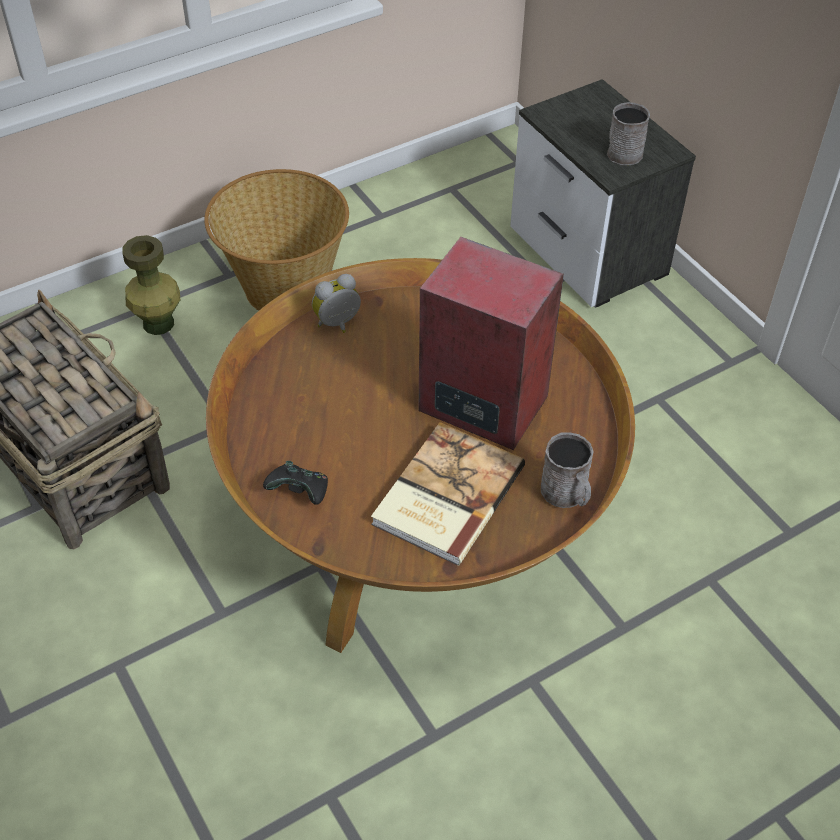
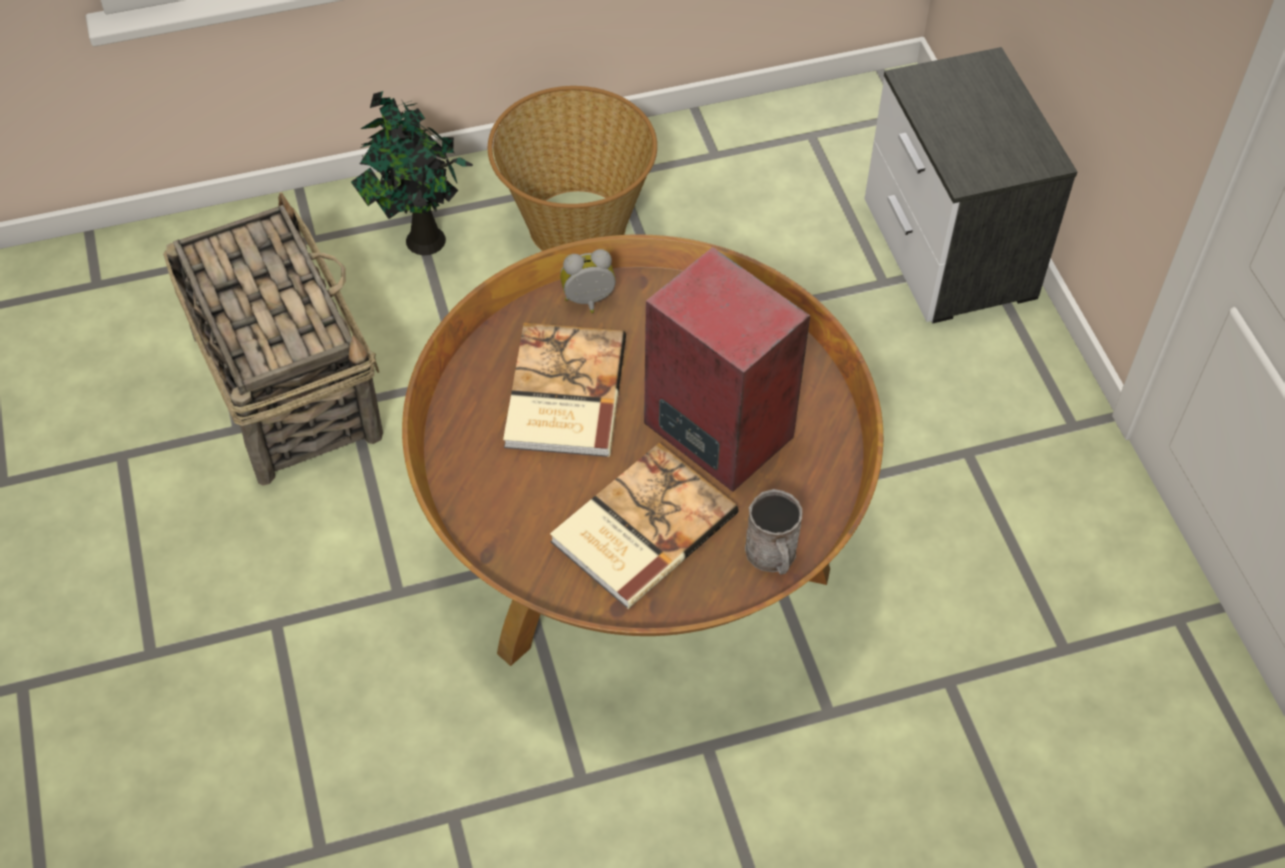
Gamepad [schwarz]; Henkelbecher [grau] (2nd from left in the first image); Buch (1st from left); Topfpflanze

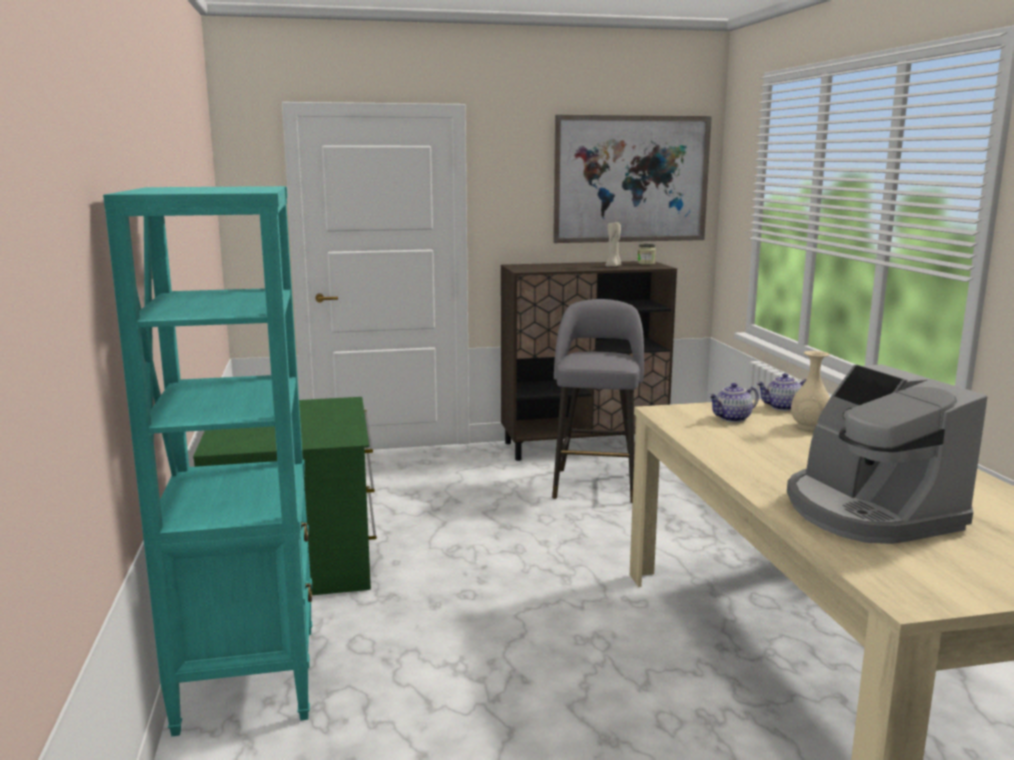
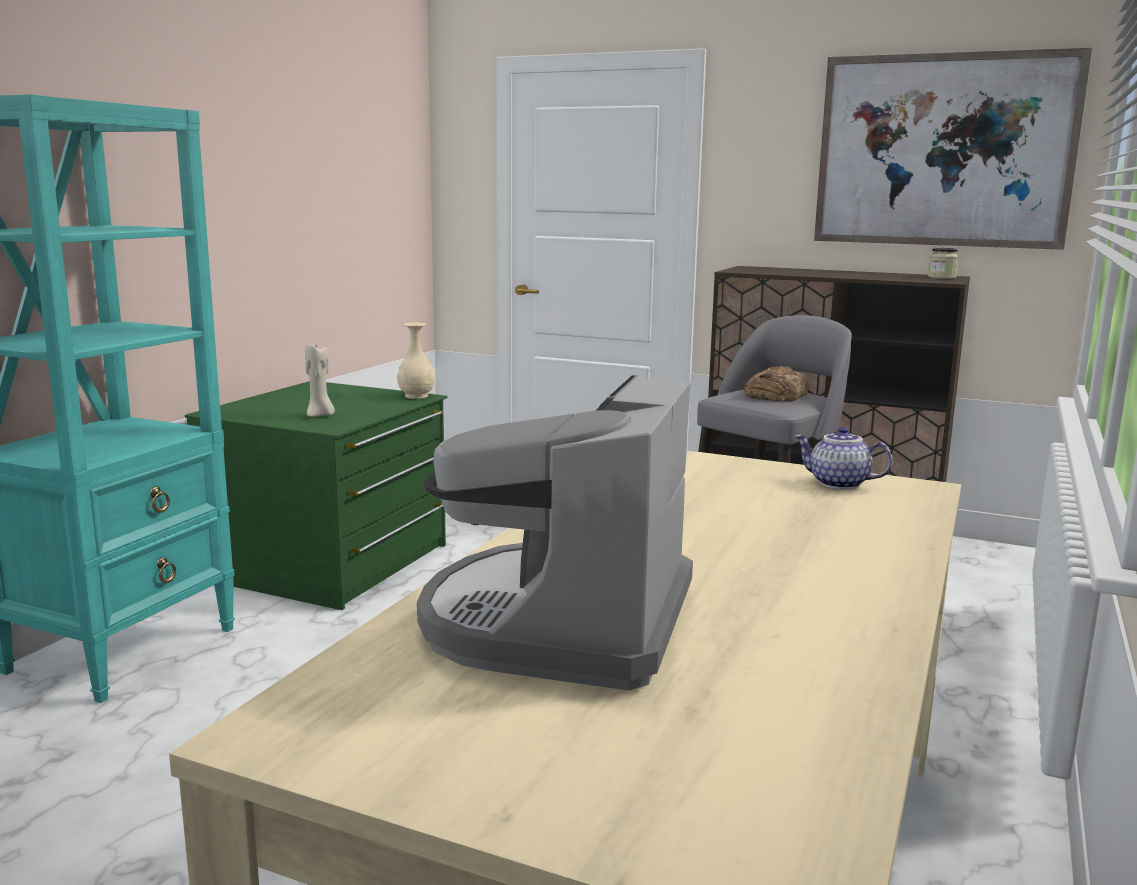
Teekanne (1st from left in the first image); Brot; Kerze [beige]; Vase [beige]

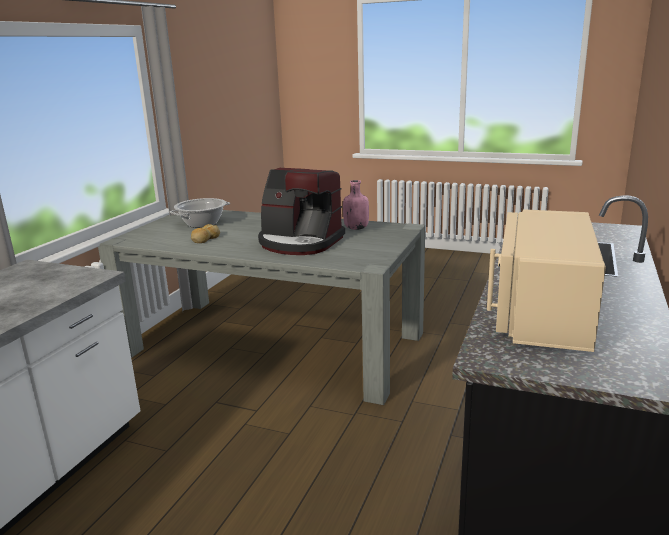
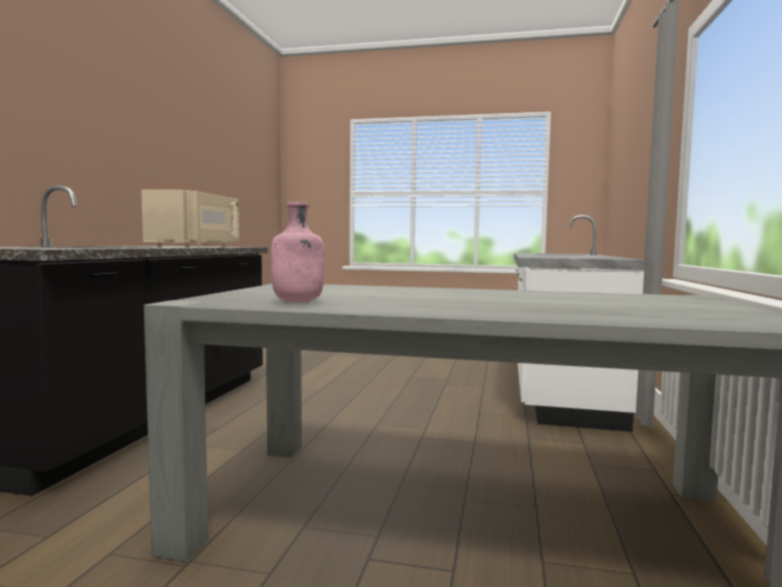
Kochtopf; Brot; Kaffeemaschine

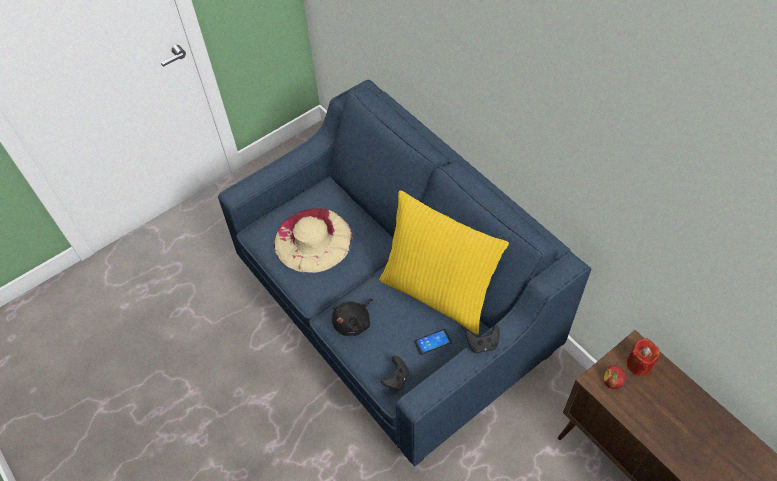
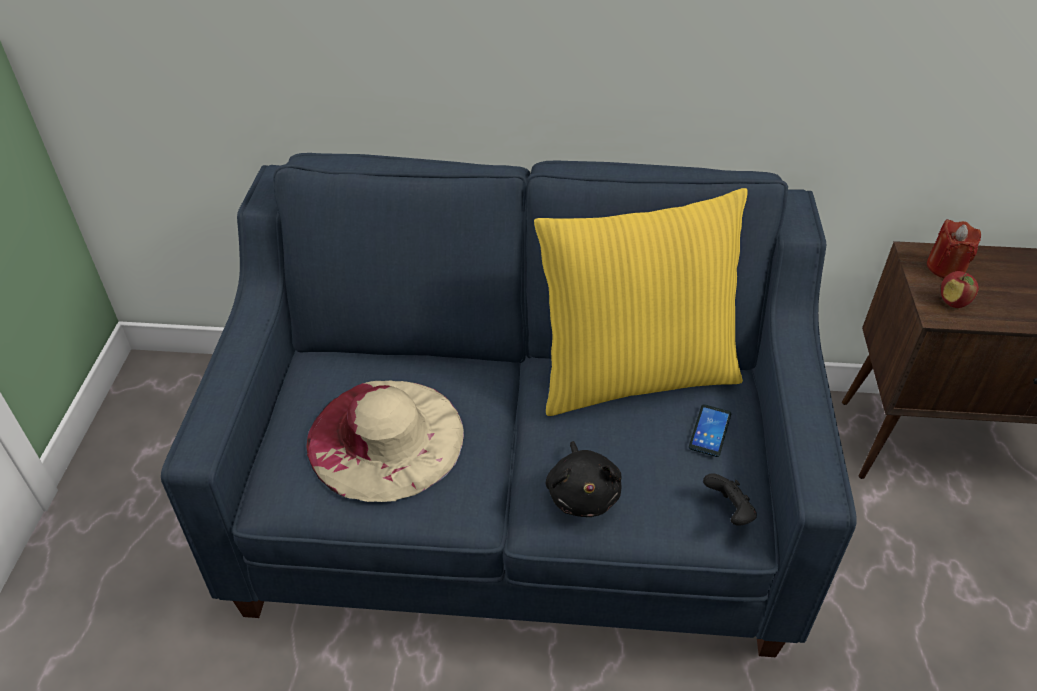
Gamepad [schwarz] (2nd from left in the first image)

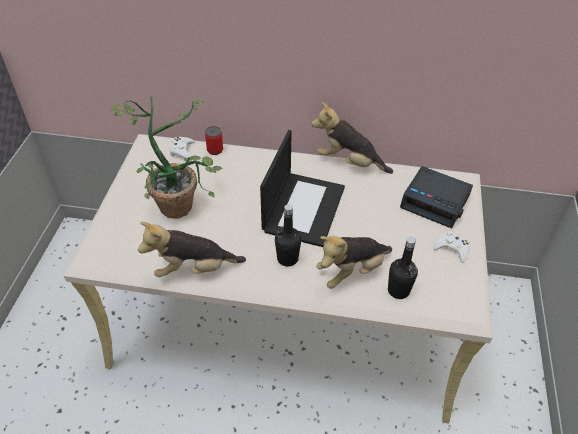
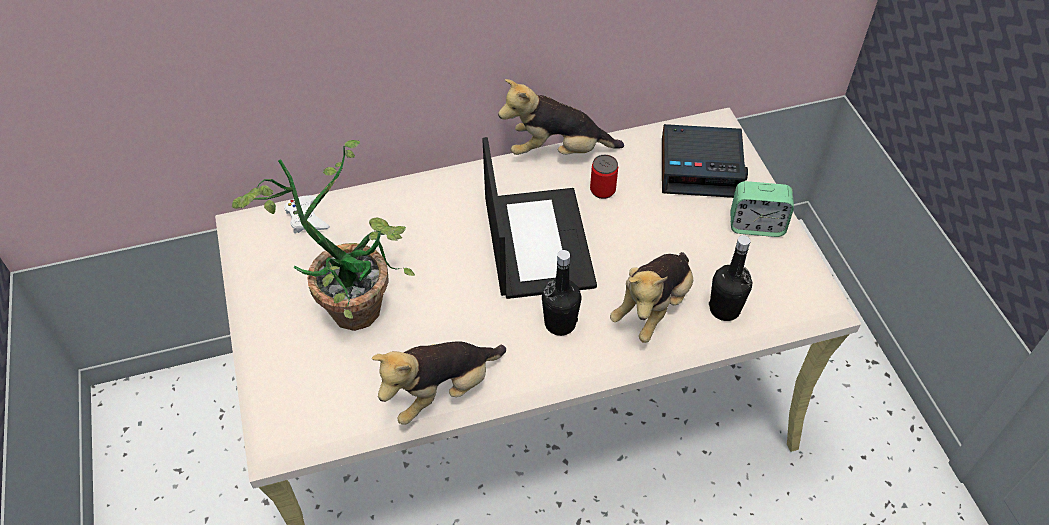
Dose; Wecker (2nd from left)

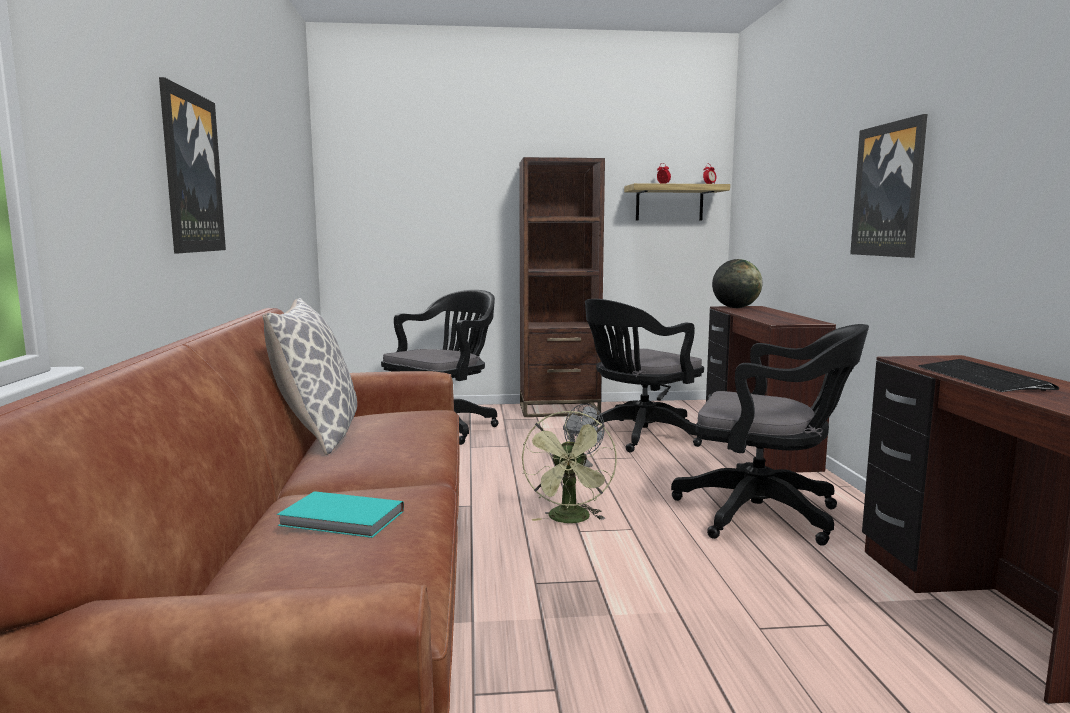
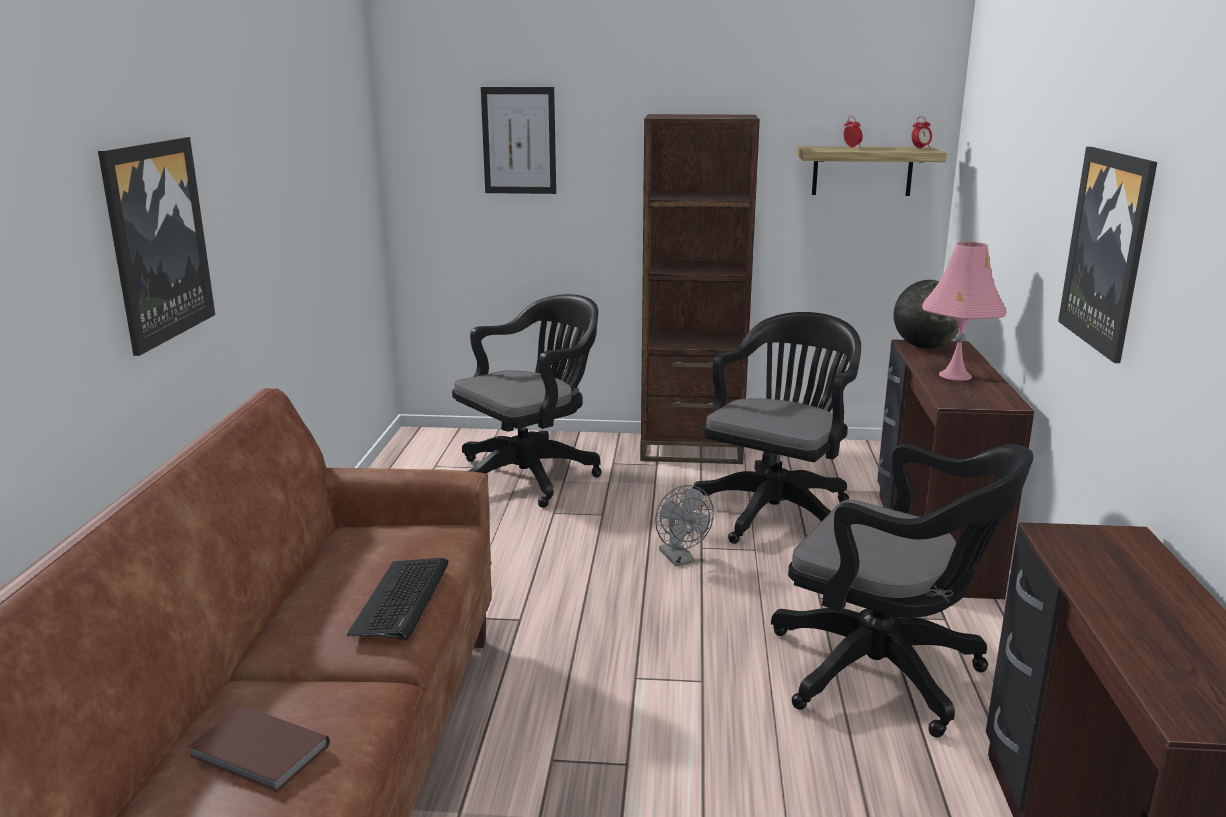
Kissen; Ventilator [grün]; Bild (2nd from left); Tischlampe [rosa]; Tastatur; Buch [braun]; Bürostuhl [schwarz] (2nd from left)

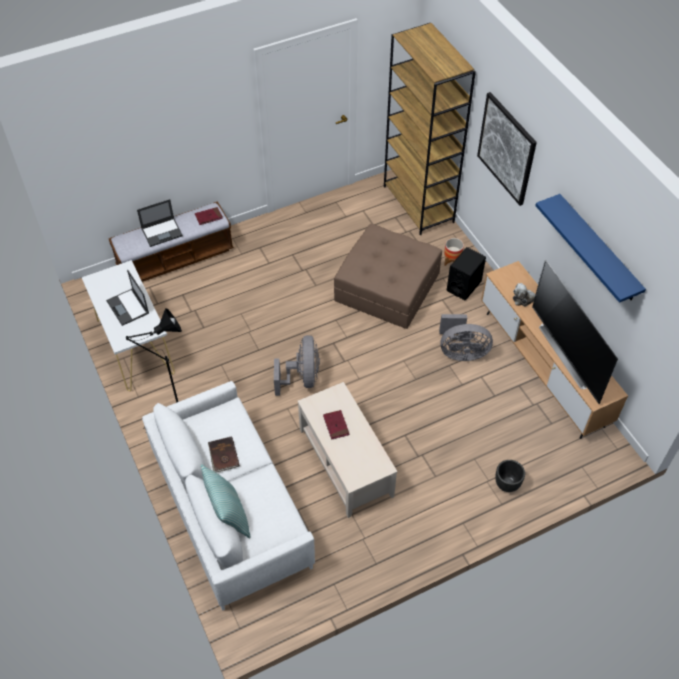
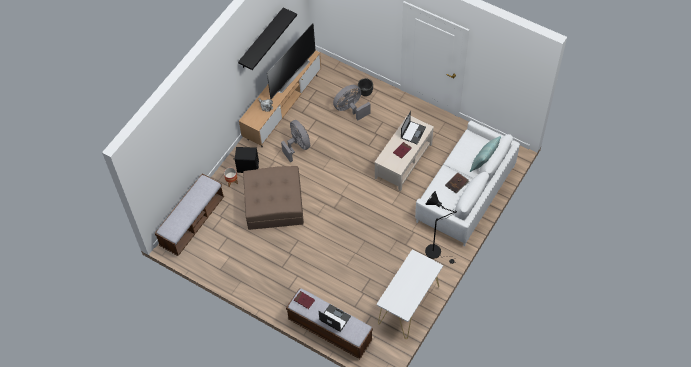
Bild; Laptop (2nd from left); Ventilator [grau] (2nd from left); Bank (1st from left); Wandregal [schwarz]

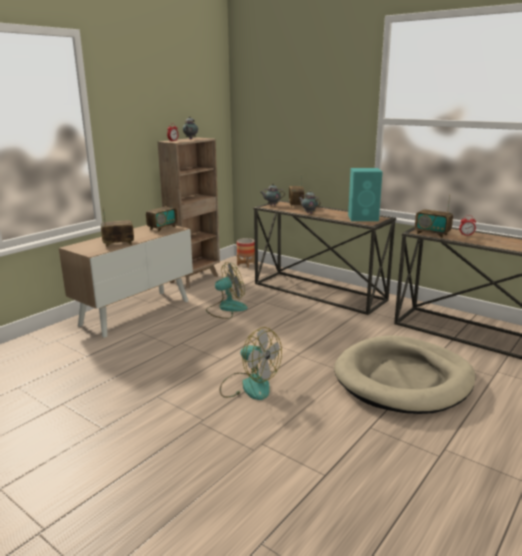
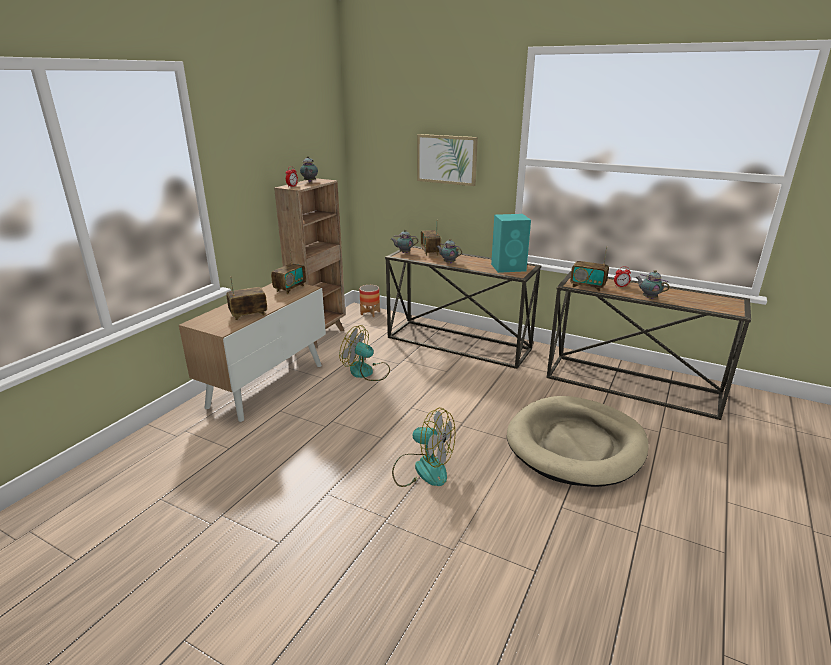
Bild; Teekanne (4th from left); Ventilator (1st from left)

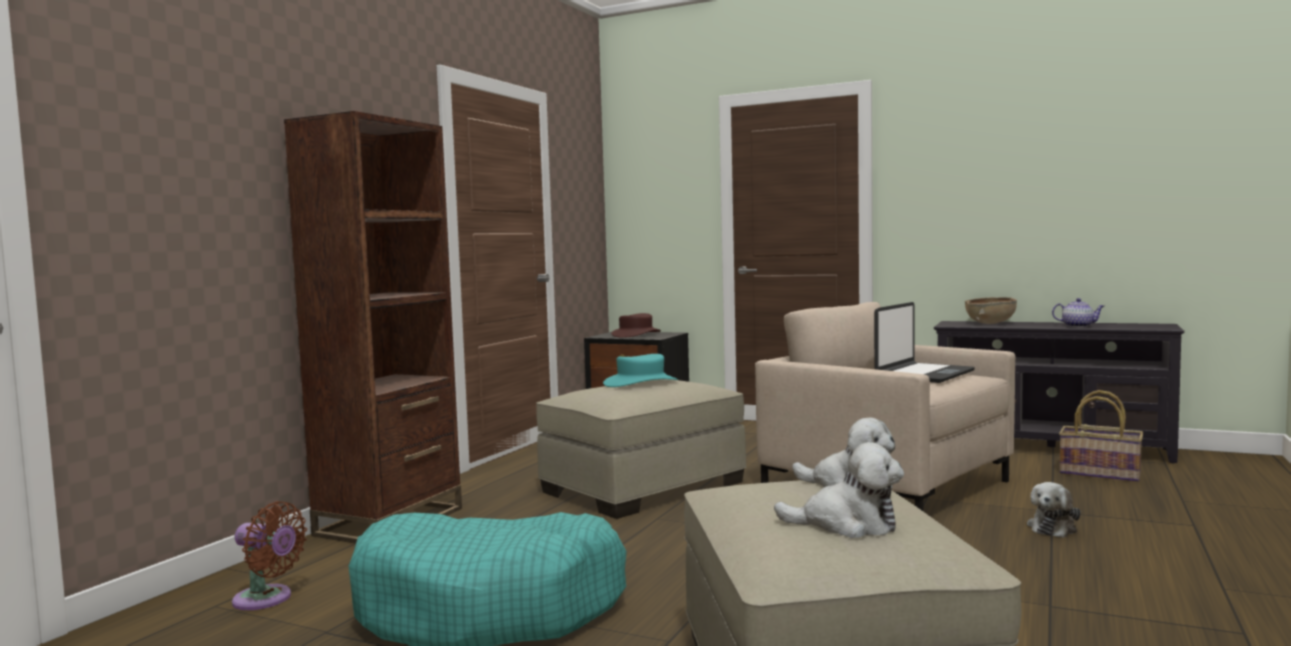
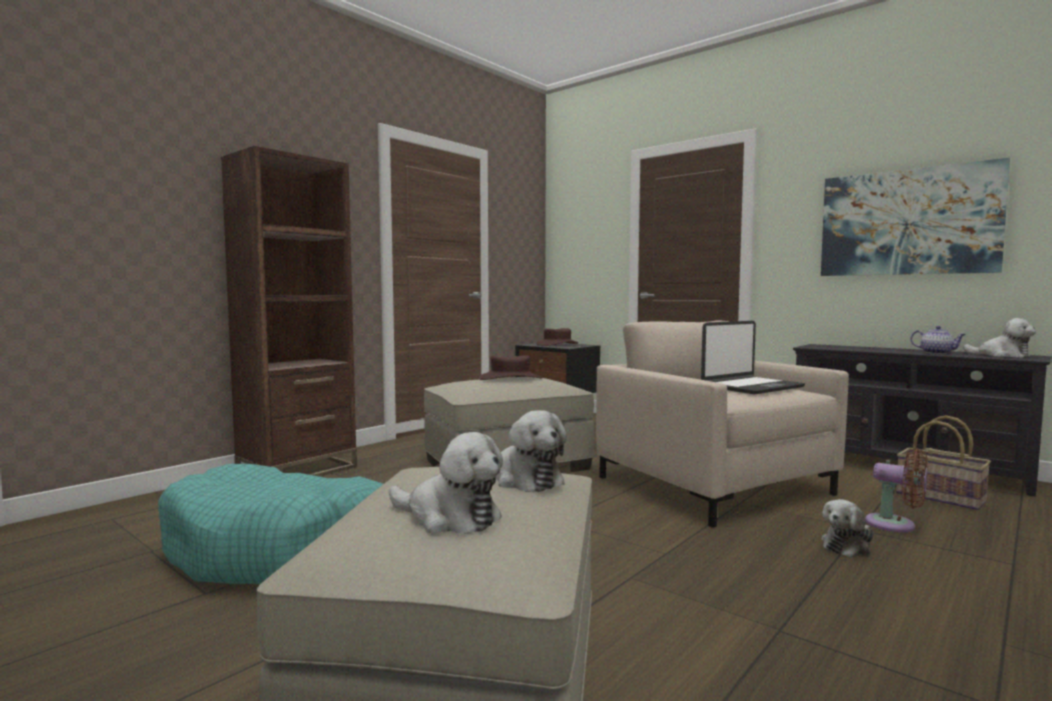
Schüssel [braun]; Bild; Plüschtier (4th from left); Ventilator [braun]; Hut [braun] (1st from left)

